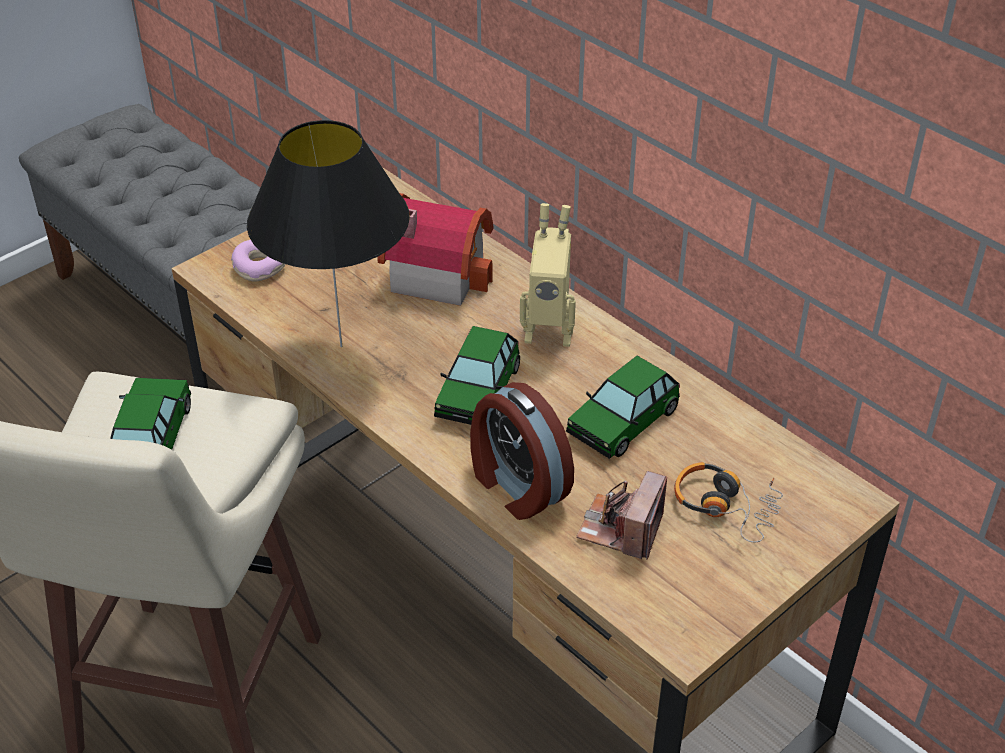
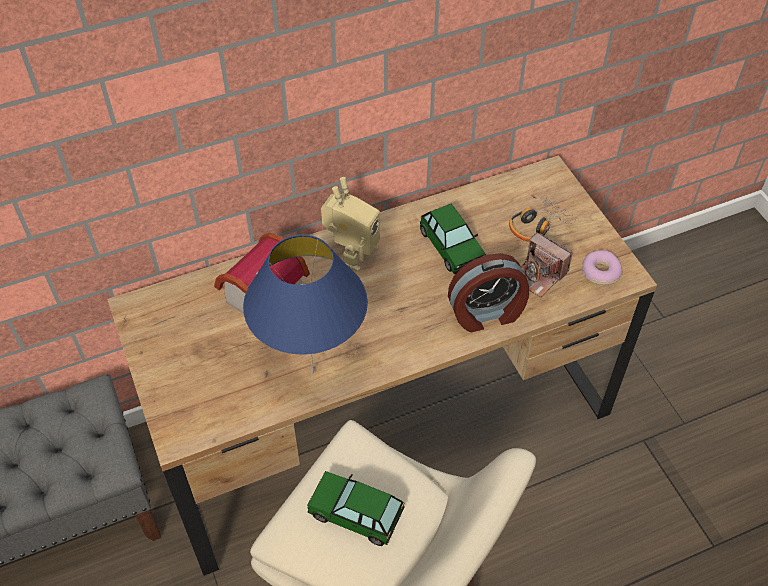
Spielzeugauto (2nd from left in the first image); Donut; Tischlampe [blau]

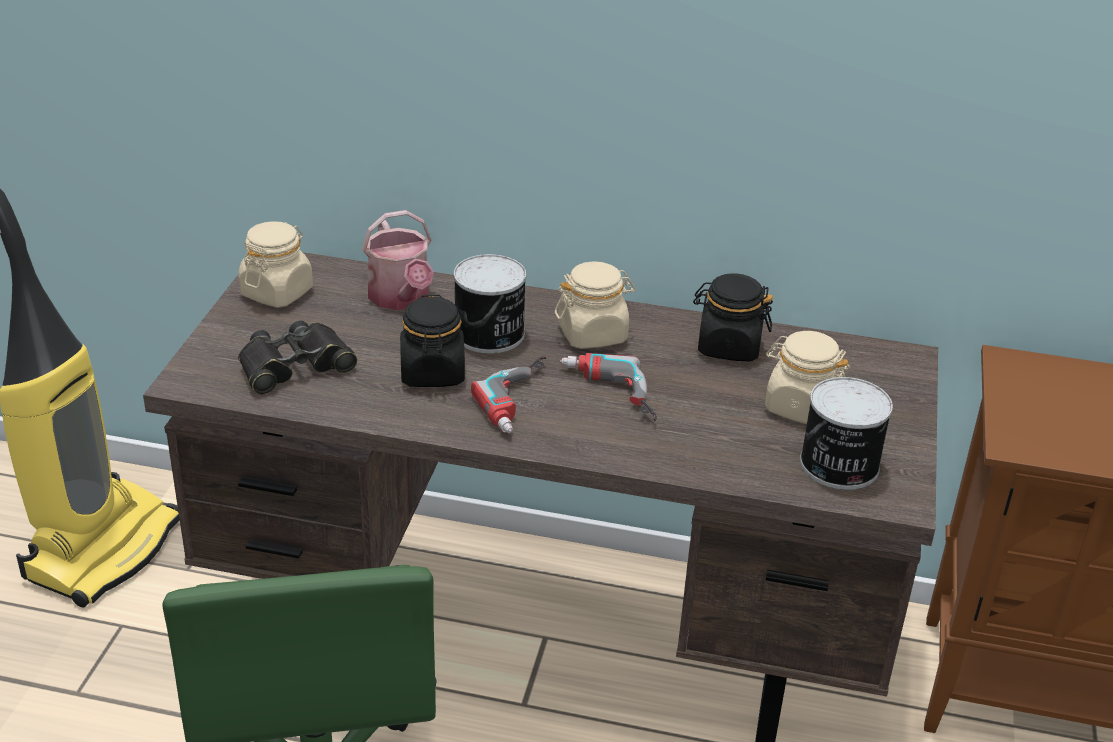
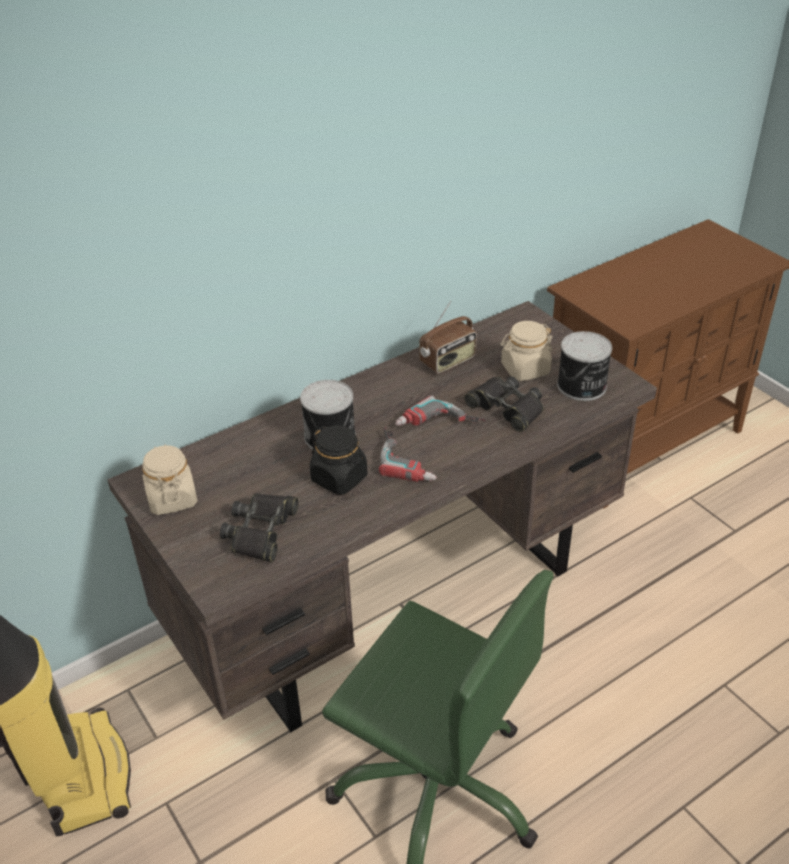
Gießkanne; Vorratsglas [beige] (2nd from left in the first image); Fernglas [schwarz] (2nd from left); Radio

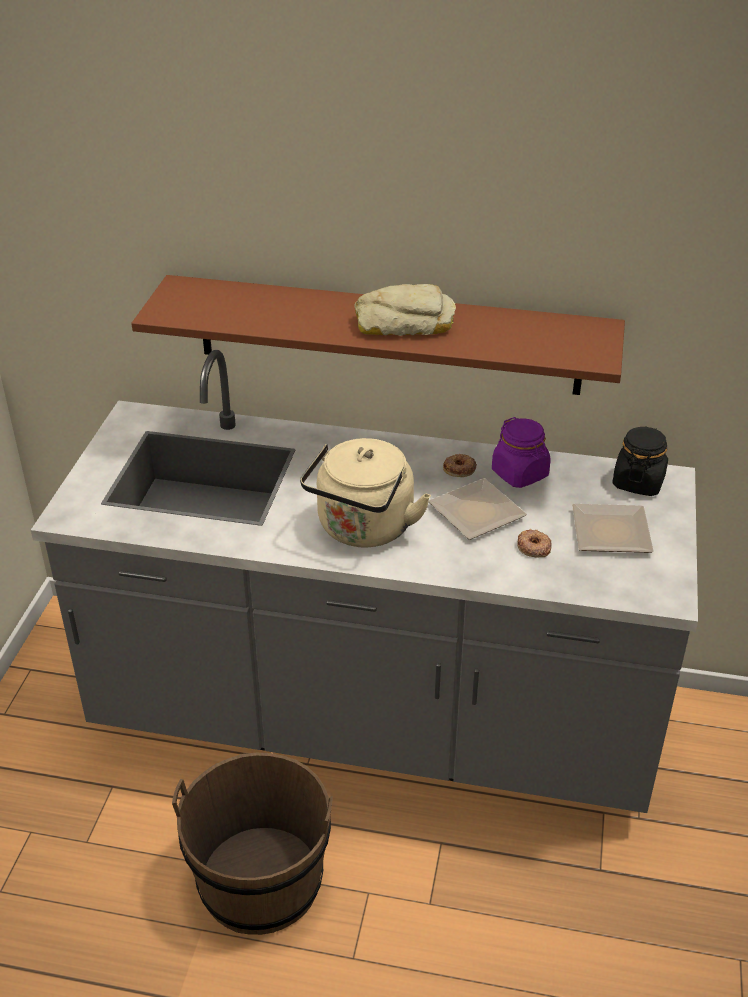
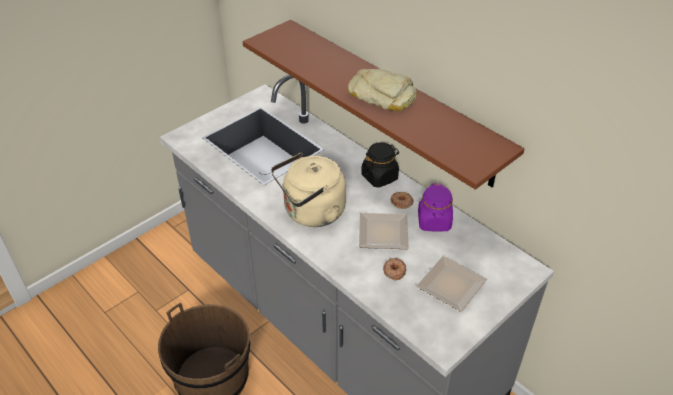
Vorratsglas [schwarz]

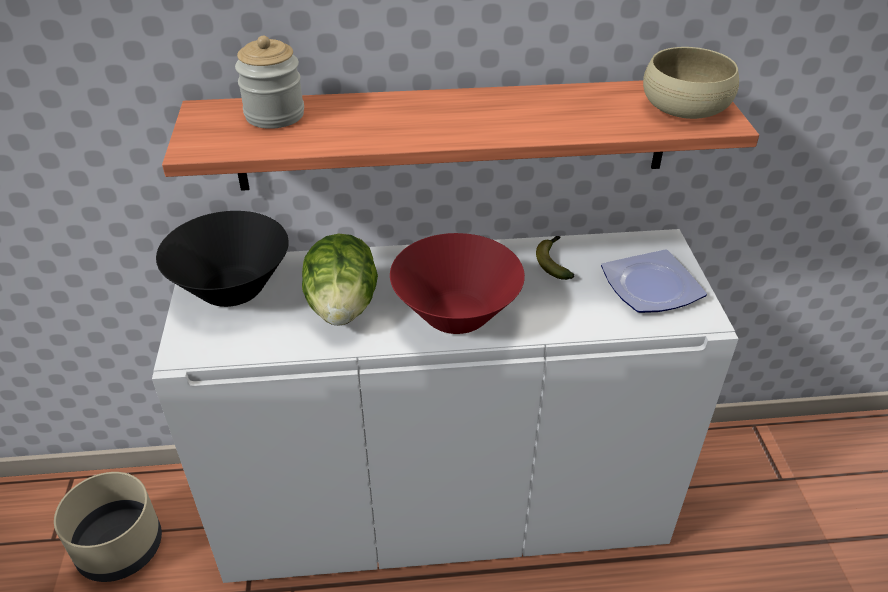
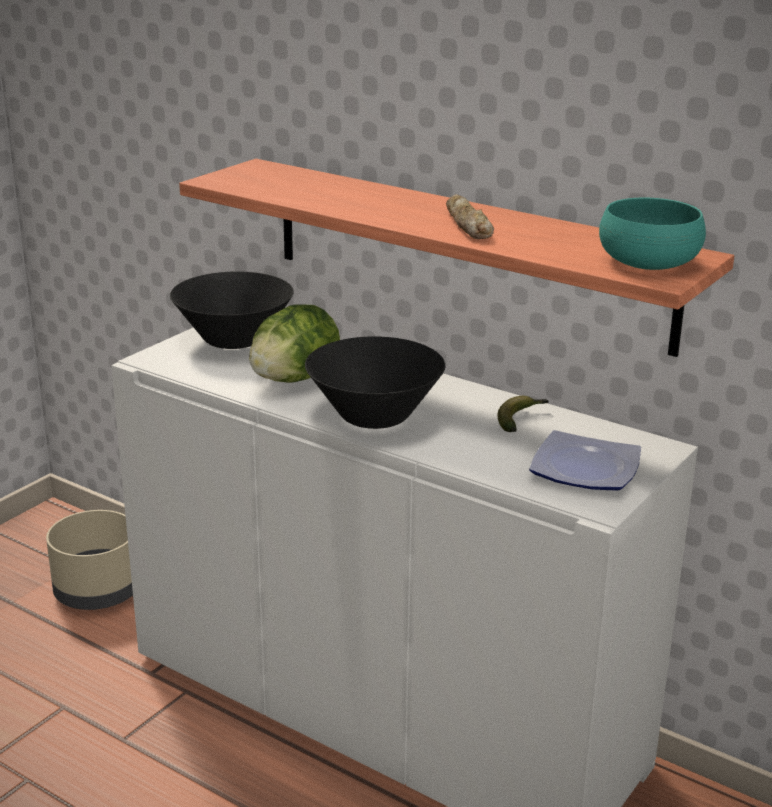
Vorratsglas; Brot; Schüssel [schwarz] (2nd from left); Schüssel [türkis]

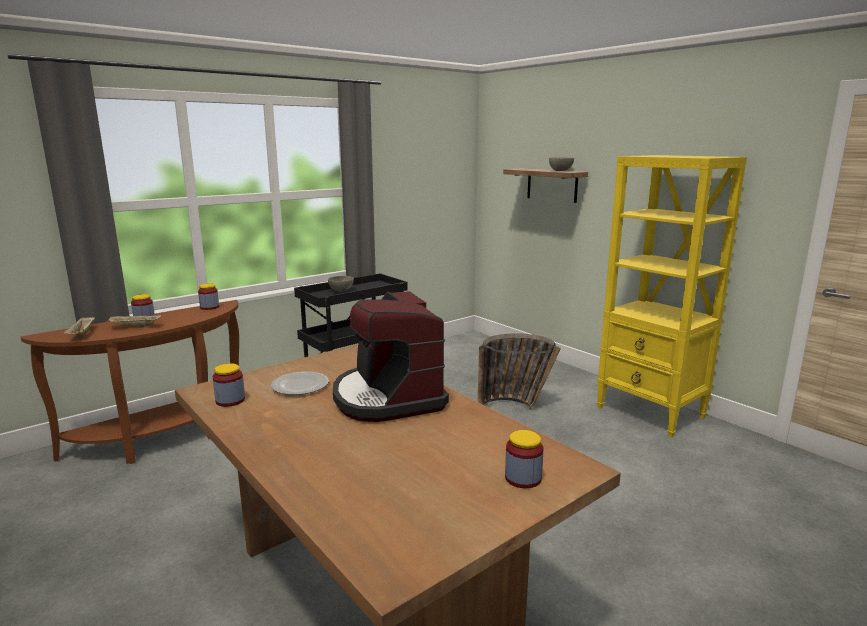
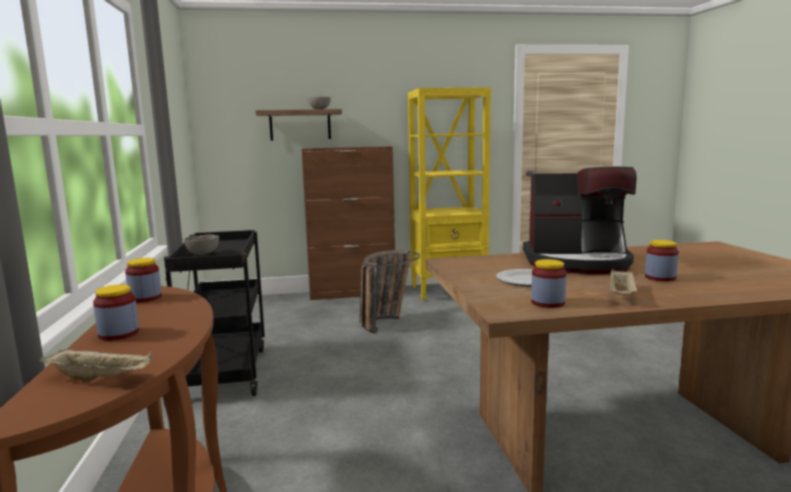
Schrank [braun]; Tablett [beige] (2nd from left); Vorratsglas (4th from left)

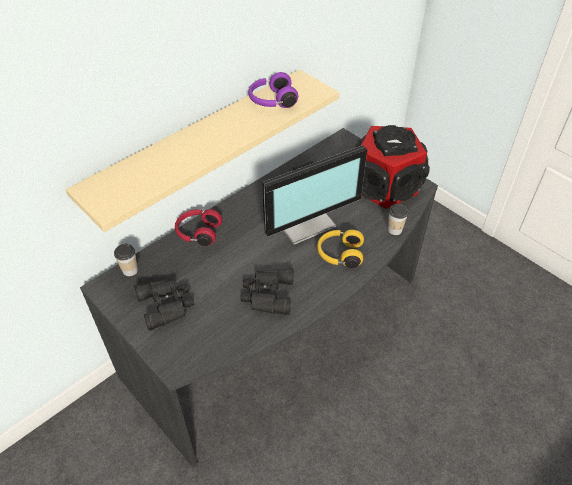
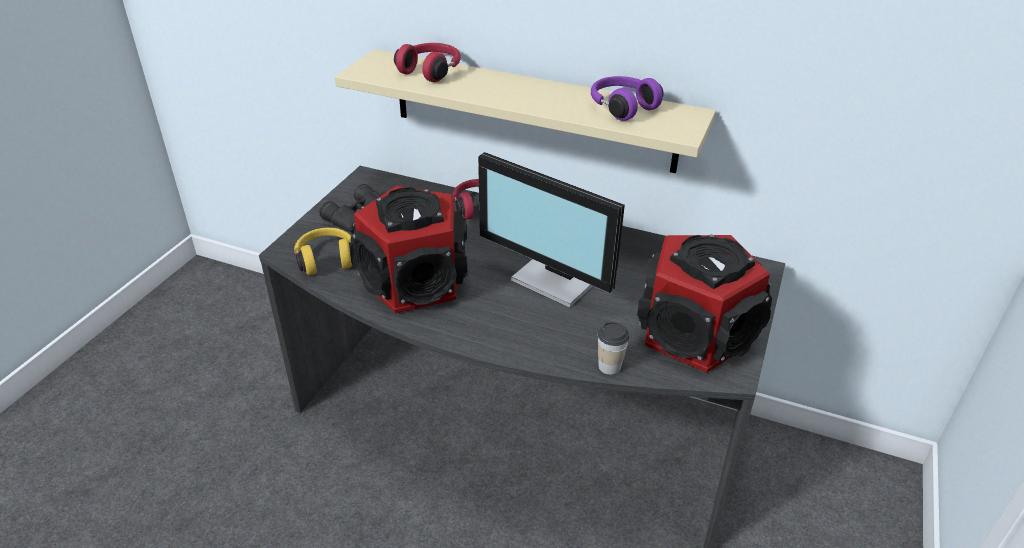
Tasse (1st from left in the first image); Kopfhörer [rot] (1st from left); Kopfhörer [gelb]; Lautsprecher (1st from left)

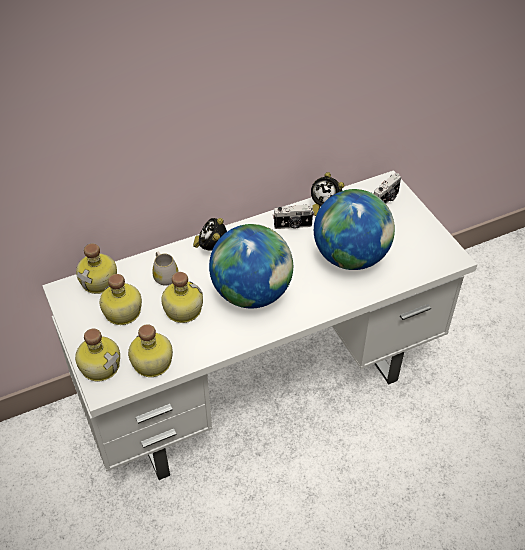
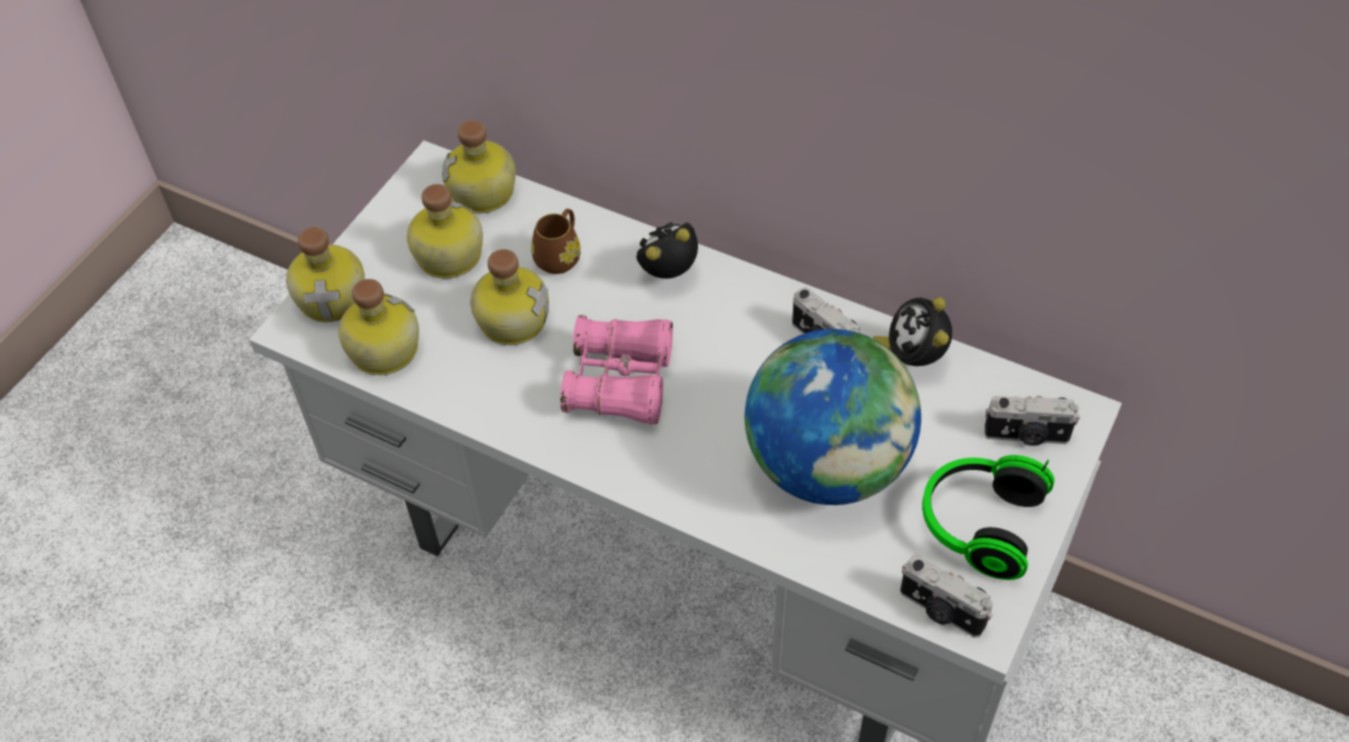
Kamera (2nd from left); Kopfhörer; Fernglas [rosa]; Henkelbecher [braun]

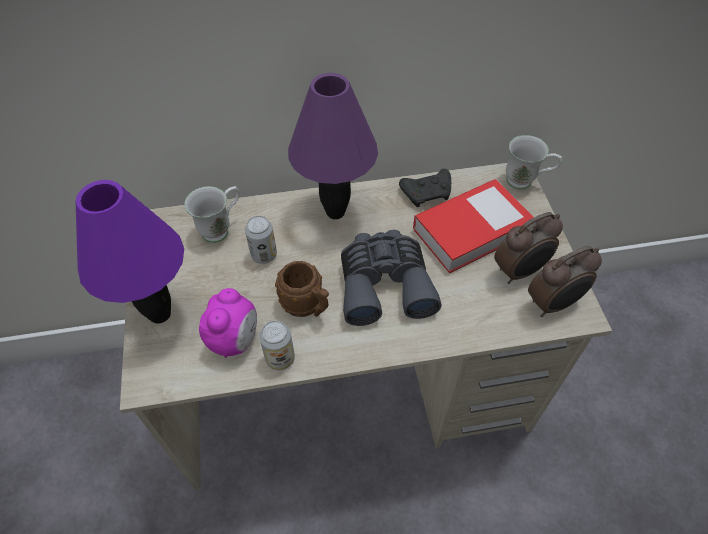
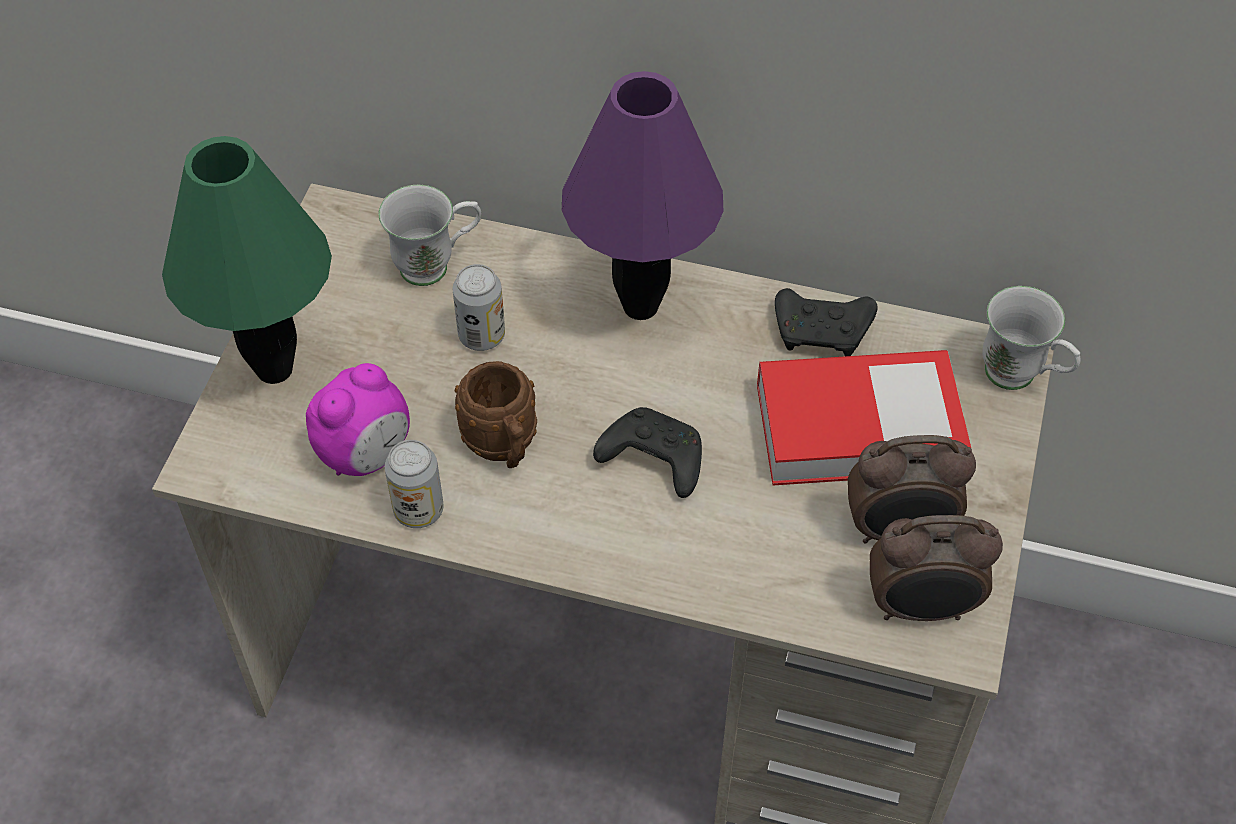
Gamepad [schwarz] (1st from left); Tischlampe [grün]

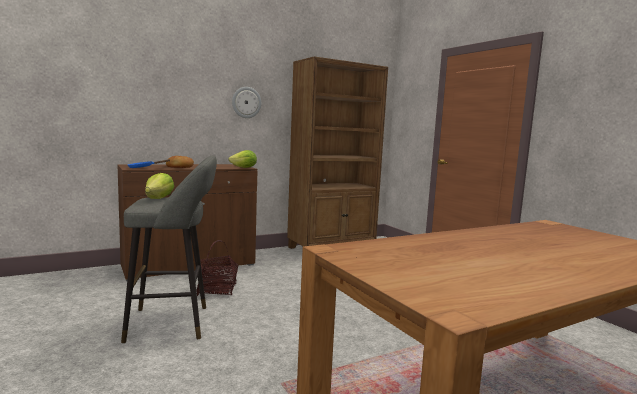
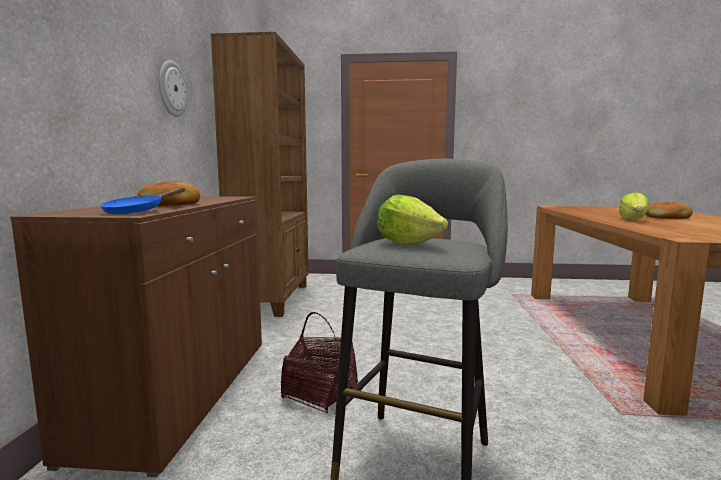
Brot (2nd from left); Salatkopf (2nd from left)

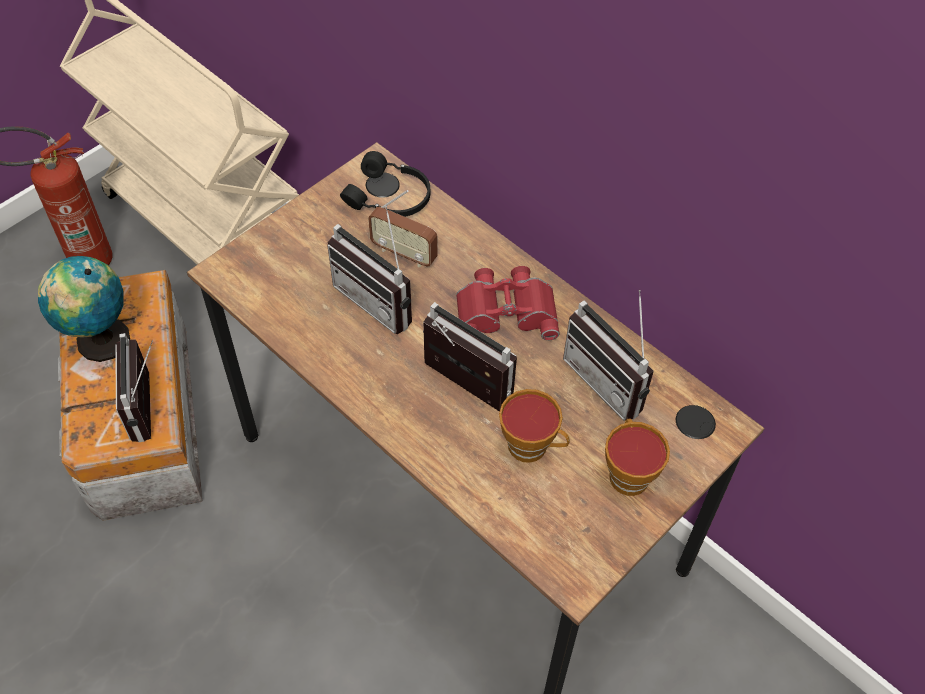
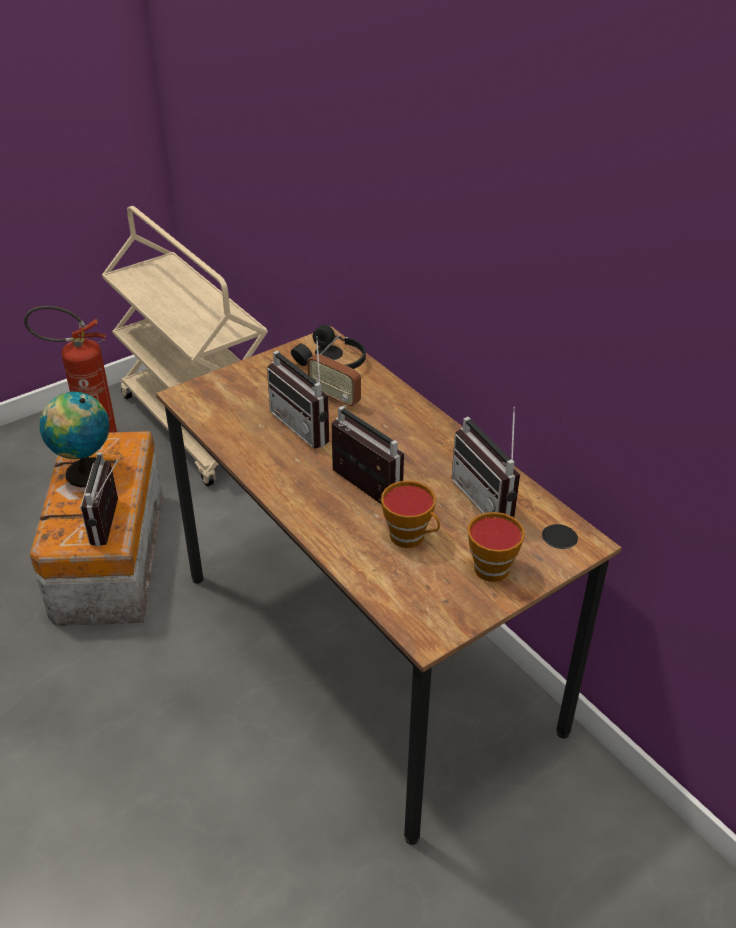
Fernglas [rot]

